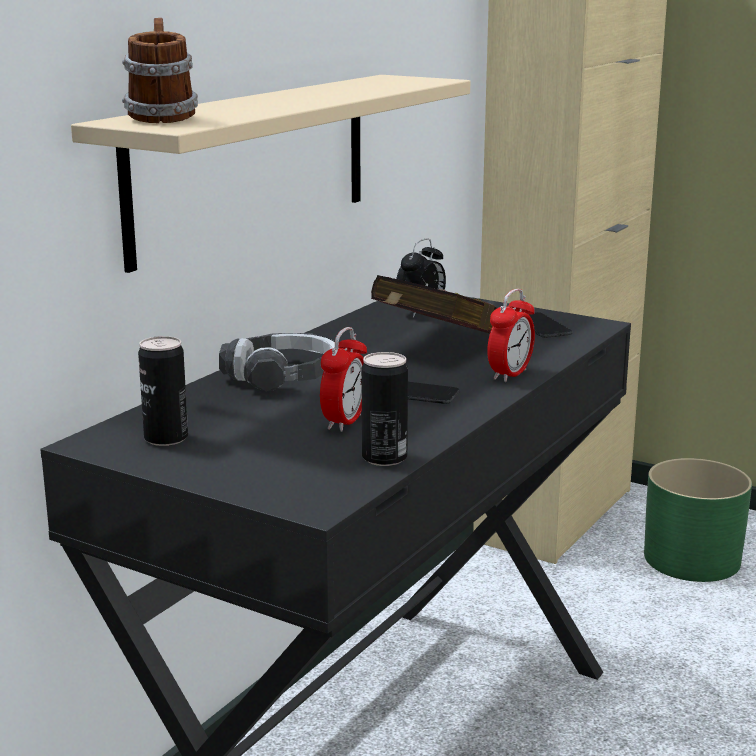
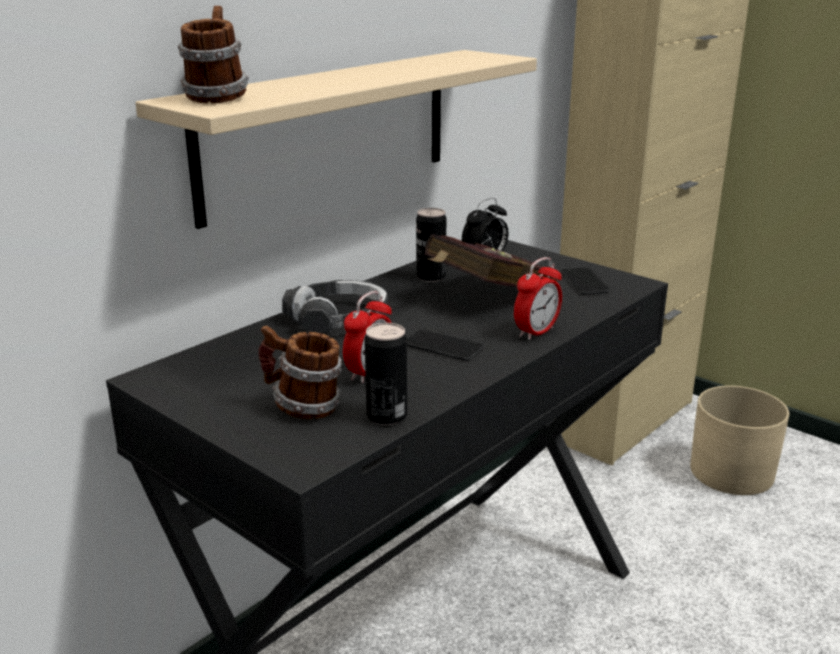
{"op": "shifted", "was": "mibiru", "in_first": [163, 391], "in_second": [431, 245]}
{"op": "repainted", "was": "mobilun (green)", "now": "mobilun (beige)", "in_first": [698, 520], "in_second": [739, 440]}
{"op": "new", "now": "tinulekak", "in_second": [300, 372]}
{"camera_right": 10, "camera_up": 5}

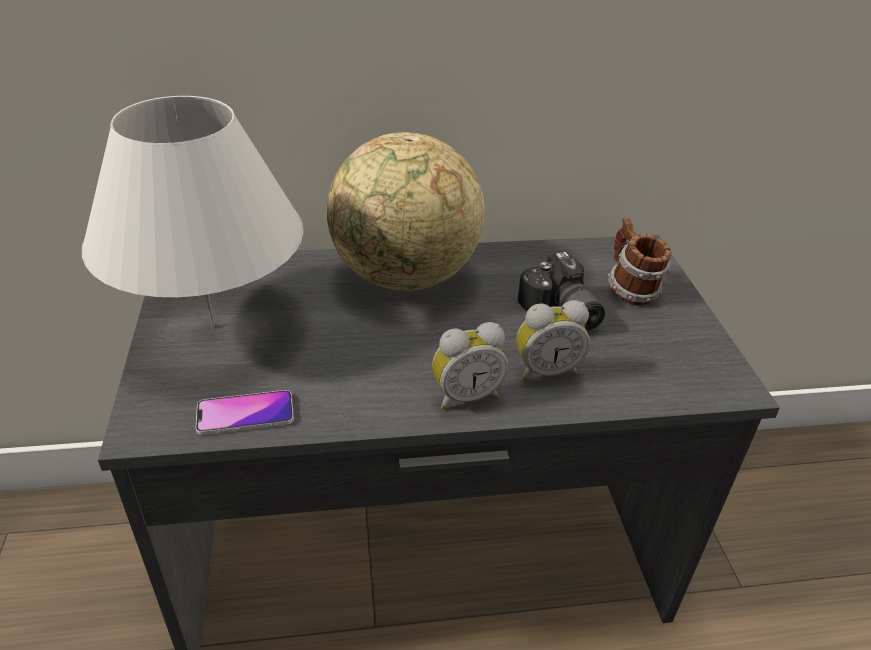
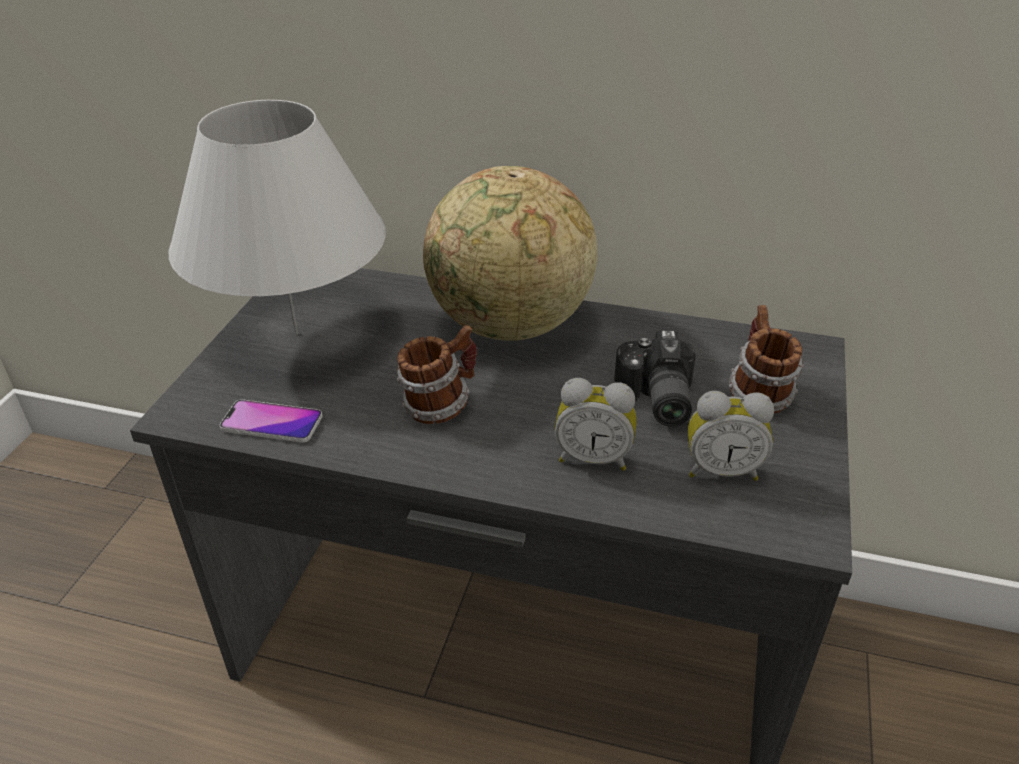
{"op": "shifted", "was": "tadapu", "in_first": [470, 366], "in_second": [731, 436]}
{"op": "new", "now": "tinulekak", "in_second": [437, 374]}
{"camera_right": 25, "camera_up": 0}

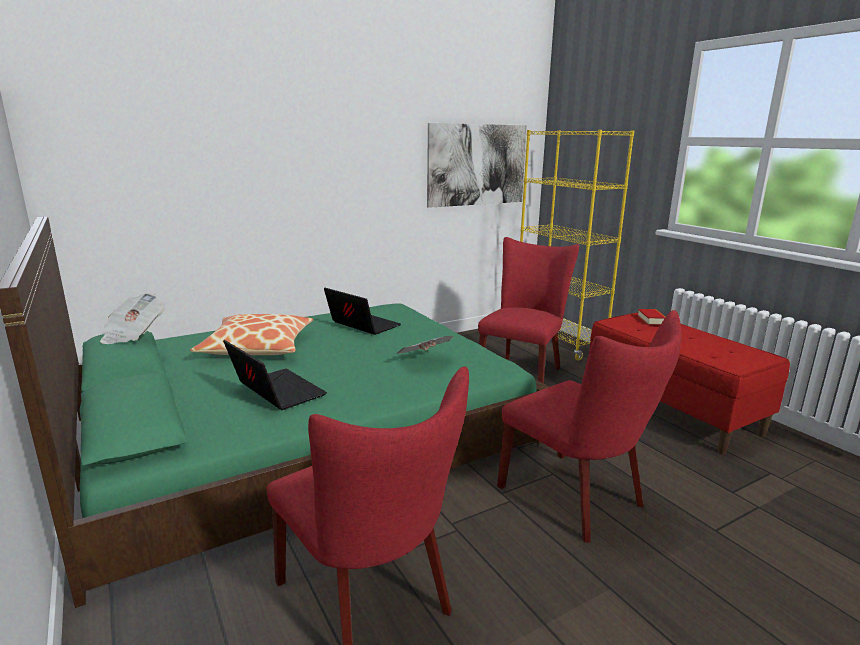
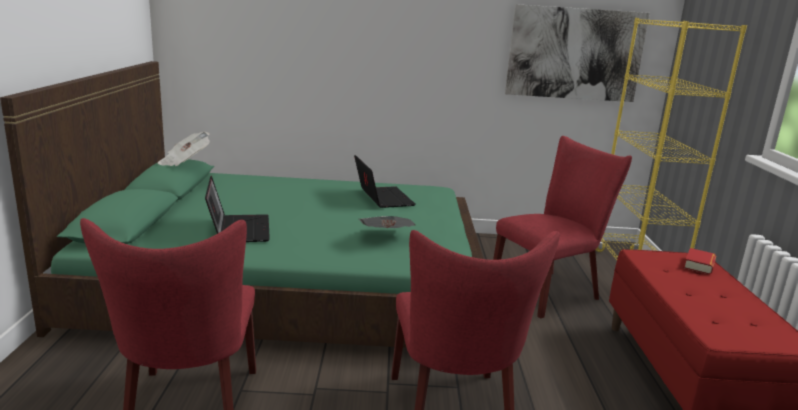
{"op": "gone", "was": "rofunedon", "in_first": [251, 334]}
{"camera_right": 30, "camera_up": 0}

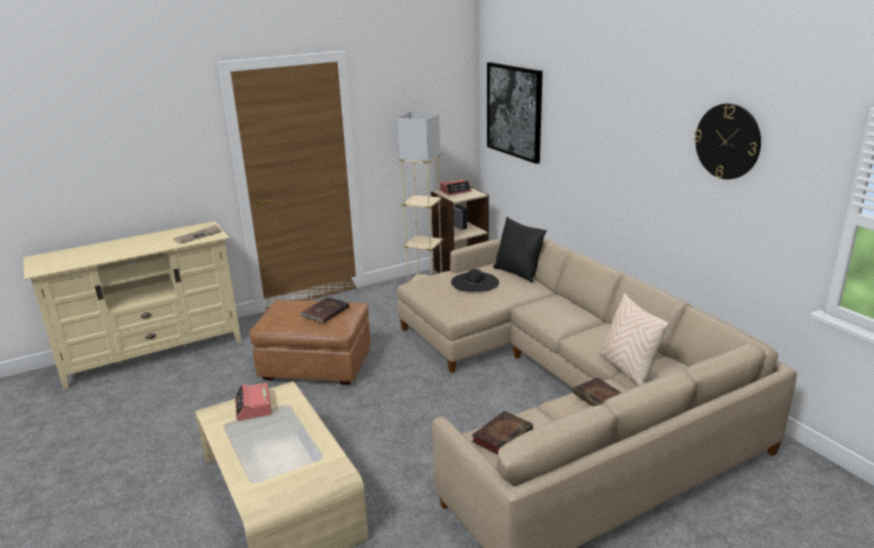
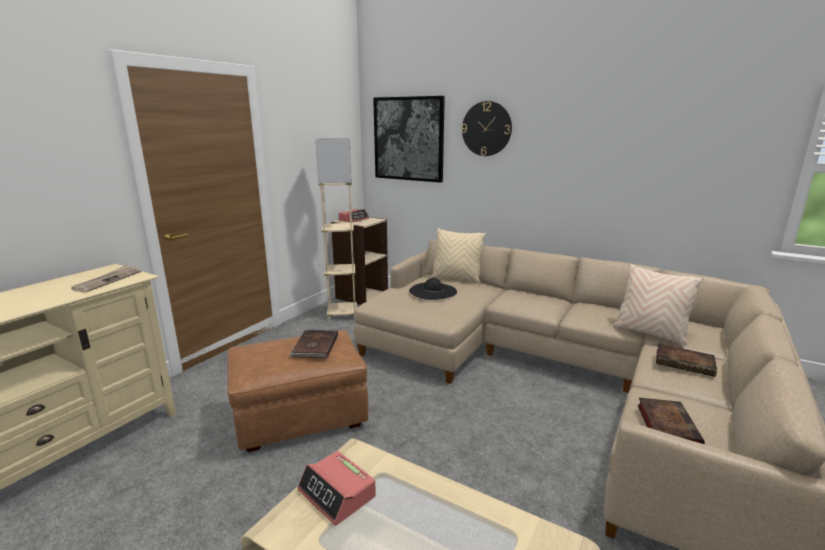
{"op": "shifted", "was": "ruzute", "in_first": [727, 141], "in_second": [487, 128]}
{"op": "repainted", "was": "rofunedon (black)", "now": "rofunedon (beige)", "in_first": [520, 249], "in_second": [458, 255]}
{"camera_right": -30, "camera_up": -5}

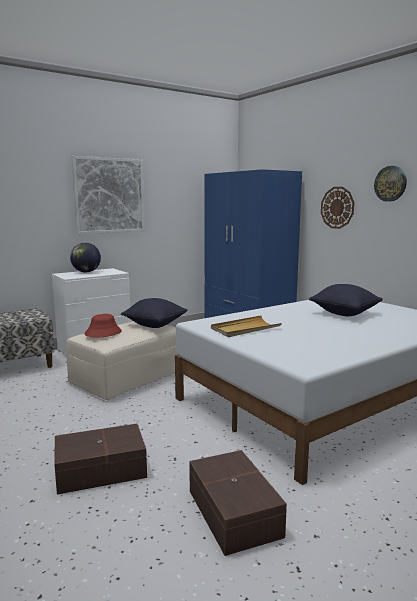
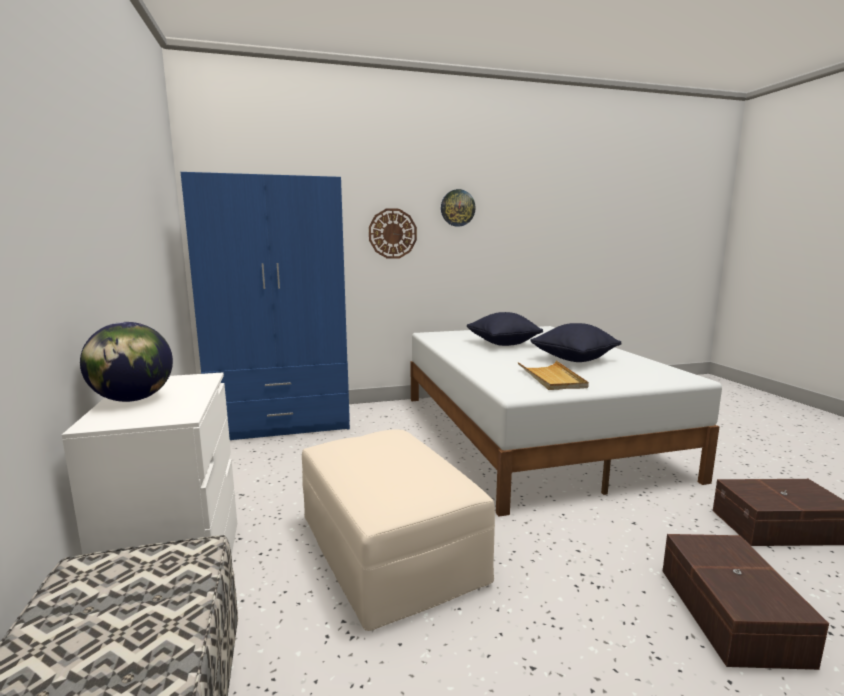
{"op": "gone", "was": "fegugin", "in_first": [108, 195]}
{"op": "shifted", "was": "rofunedon (black)", "in_first": [154, 313], "in_second": [576, 342]}
{"op": "gone", "was": "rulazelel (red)", "in_first": [103, 325]}
{"camera_right": -70, "camera_up": 0}

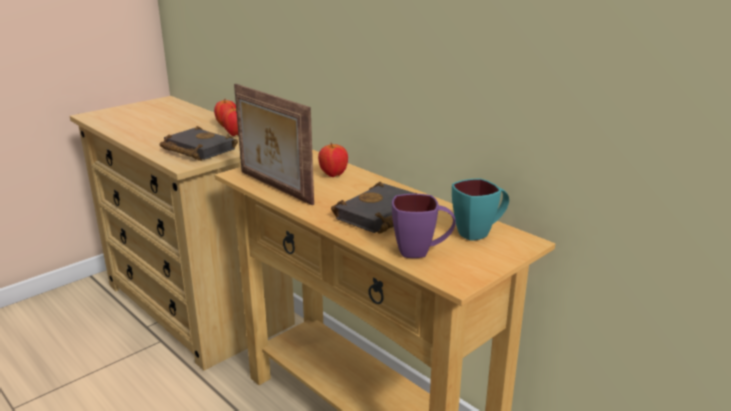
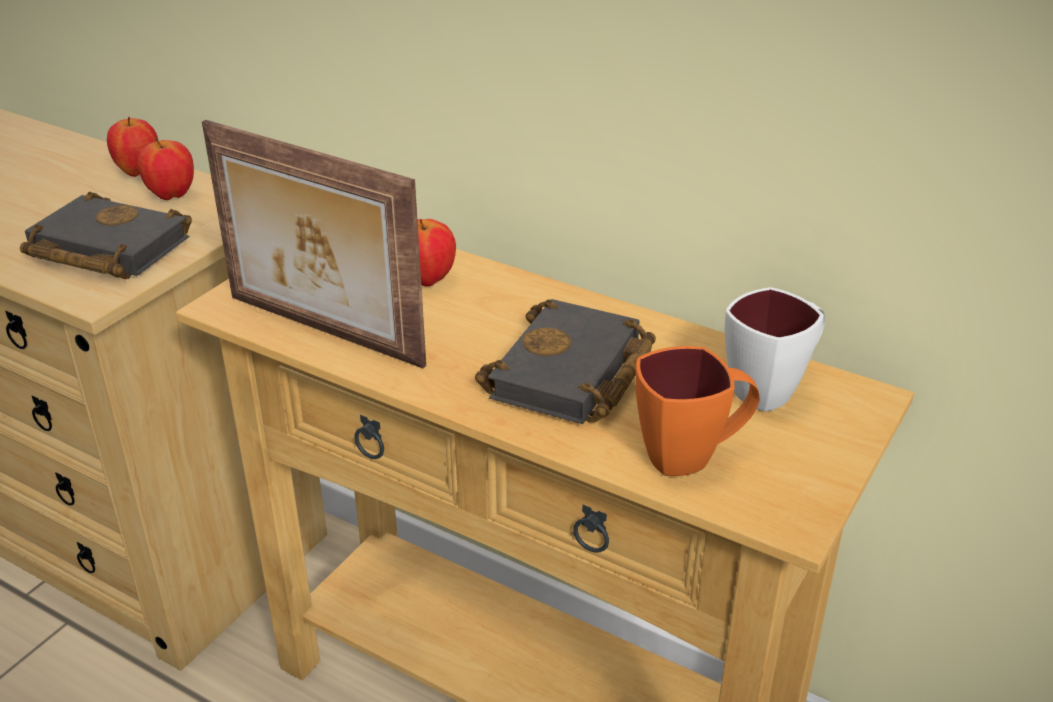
{"op": "repainted", "was": "tinulekak (turquoise)", "now": "tinulekak (white)", "in_first": [480, 210], "in_second": [775, 349]}
{"op": "repainted", "was": "tinulekak (purple)", "now": "tinulekak (orange)", "in_first": [424, 226], "in_second": [697, 411]}
{"camera_right": -15, "camera_up": 10}

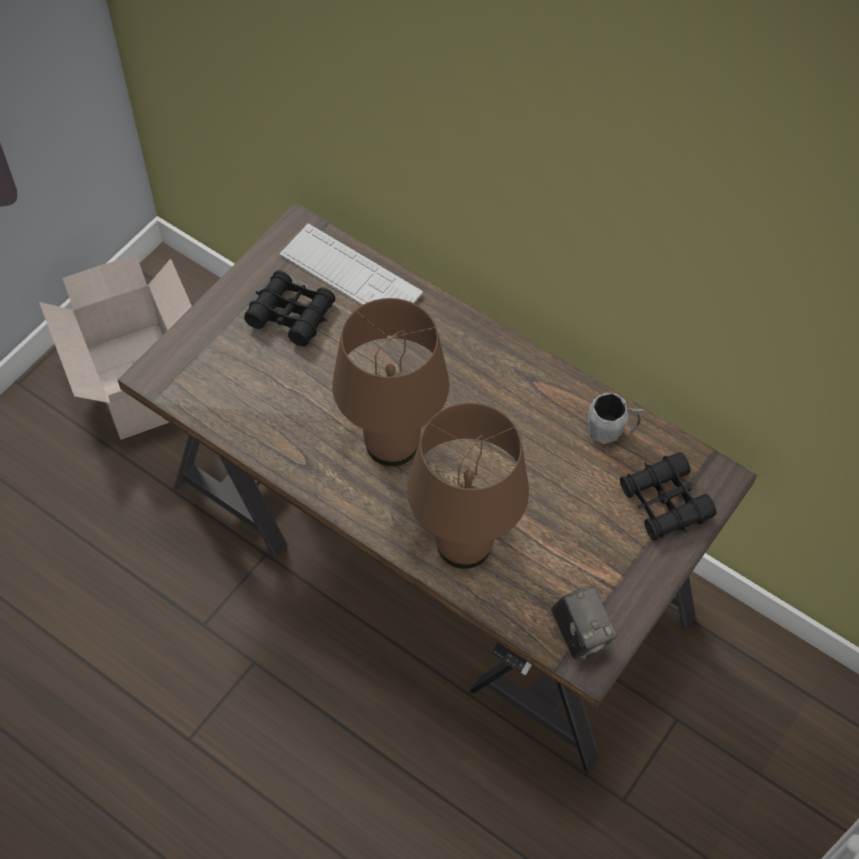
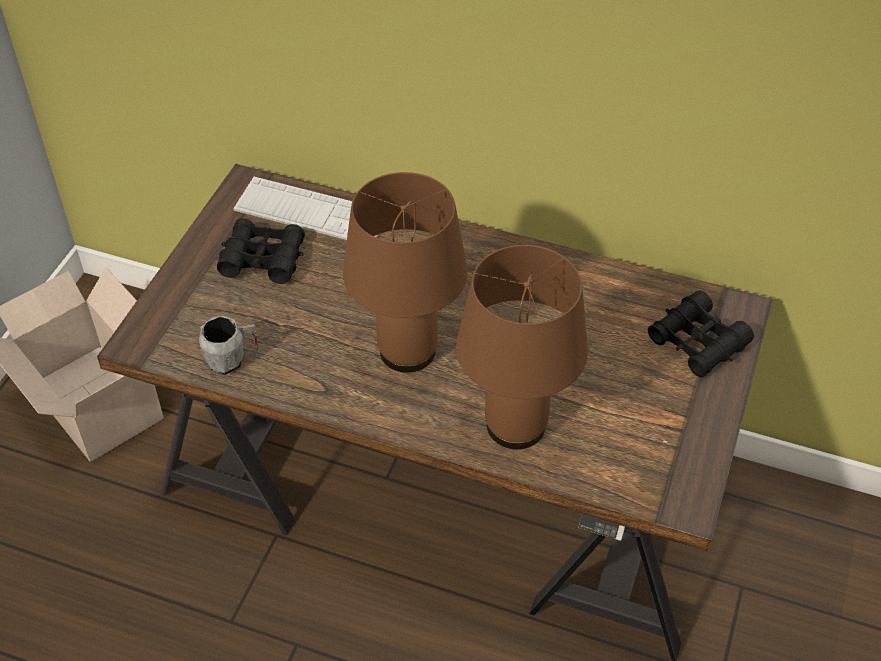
{"op": "shifted", "was": "tinulekak (grey)", "in_first": [615, 419], "in_second": [228, 345]}
{"op": "gone", "was": "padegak", "in_first": [584, 622]}
{"camera_right": -15, "camera_up": -10}

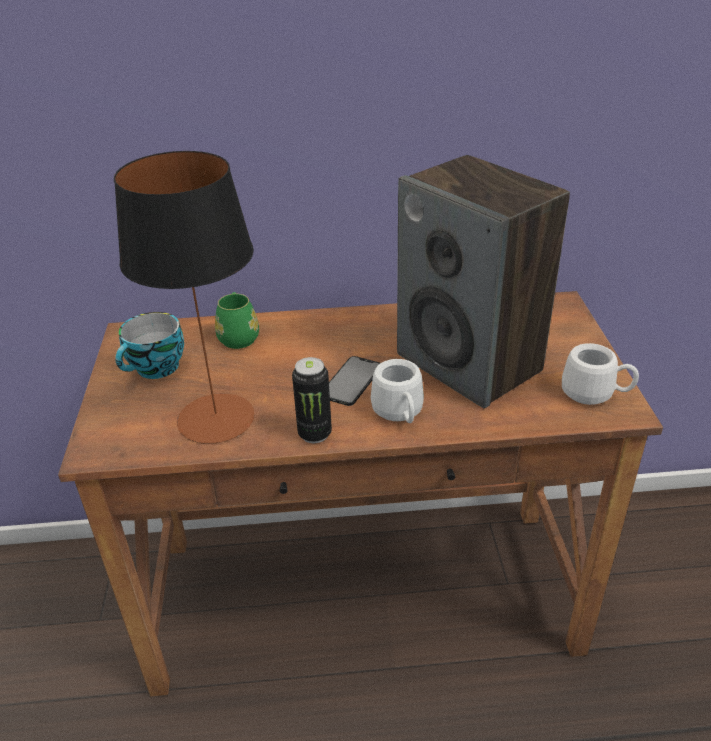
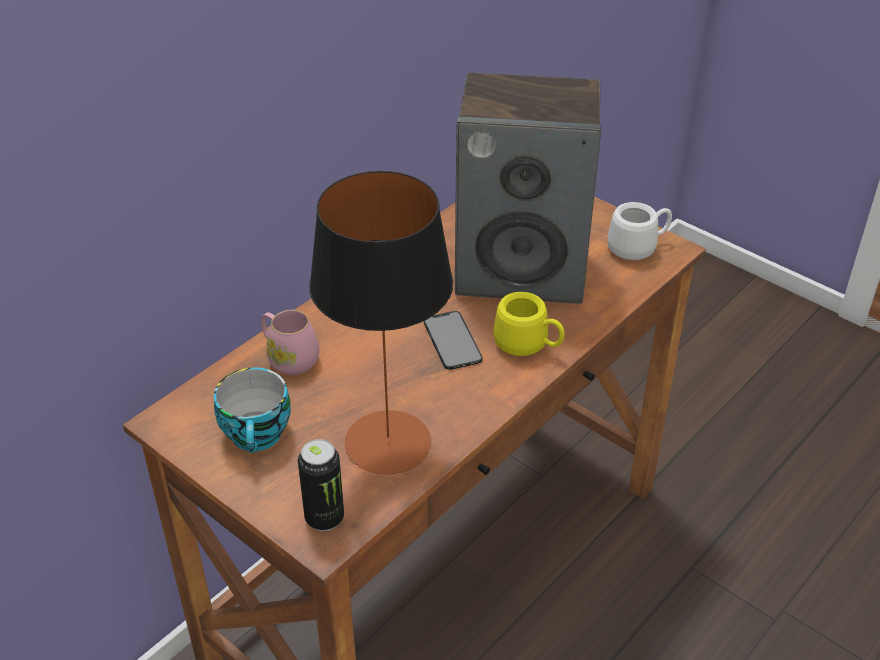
{"op": "repainted", "was": "tinulekak (green)", "now": "tinulekak (pink)", "in_first": [237, 320], "in_second": [290, 342]}
{"op": "shifted", "was": "mibiru", "in_first": [312, 400], "in_second": [321, 485]}
{"op": "repainted", "was": "tinulekak (white)", "now": "tinulekak (yellow)", "in_first": [397, 391], "in_second": [528, 324]}
{"camera_right": -45, "camera_up": 5}

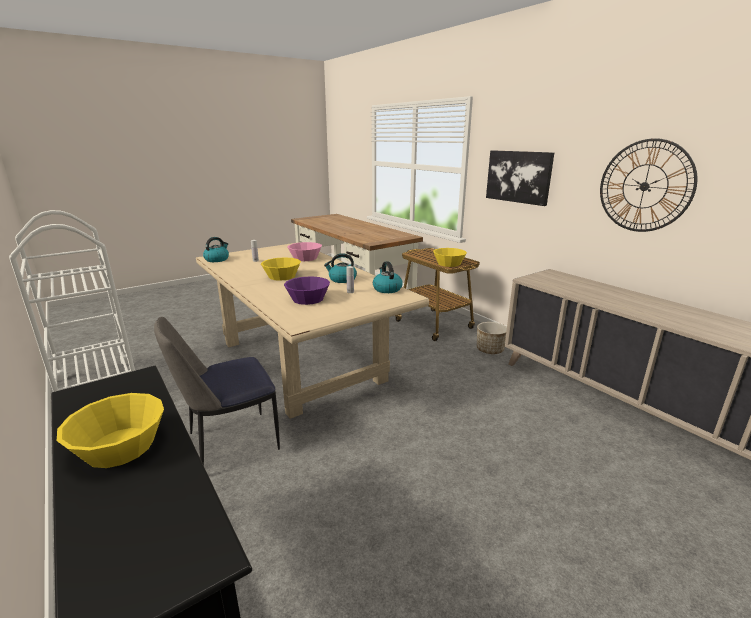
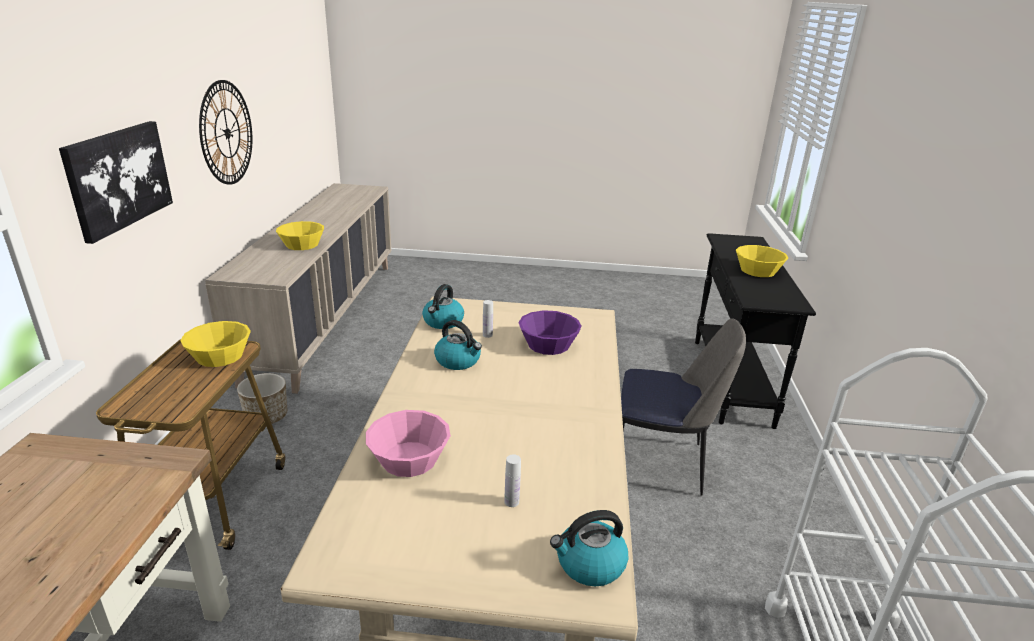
{"op": "shifted", "was": "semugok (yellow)", "in_first": [281, 269], "in_second": [300, 235]}
{"camera_right": -140, "camera_up": 5}

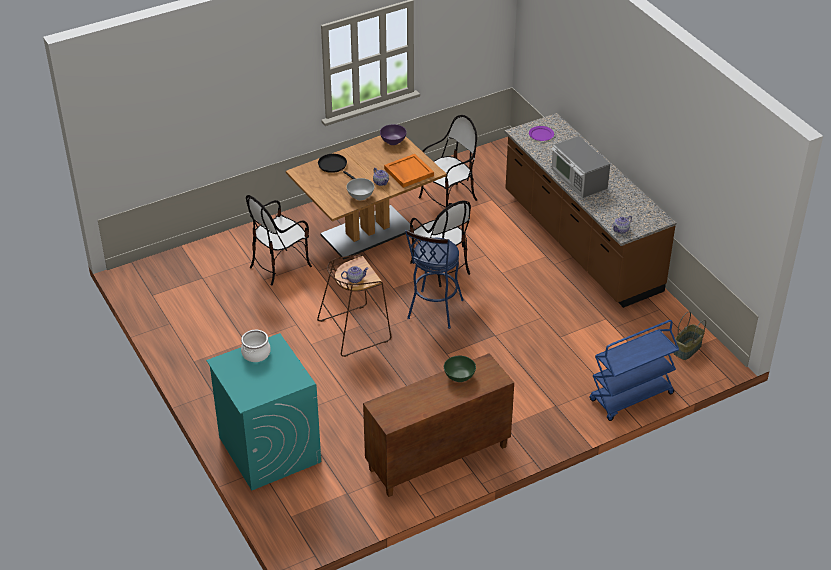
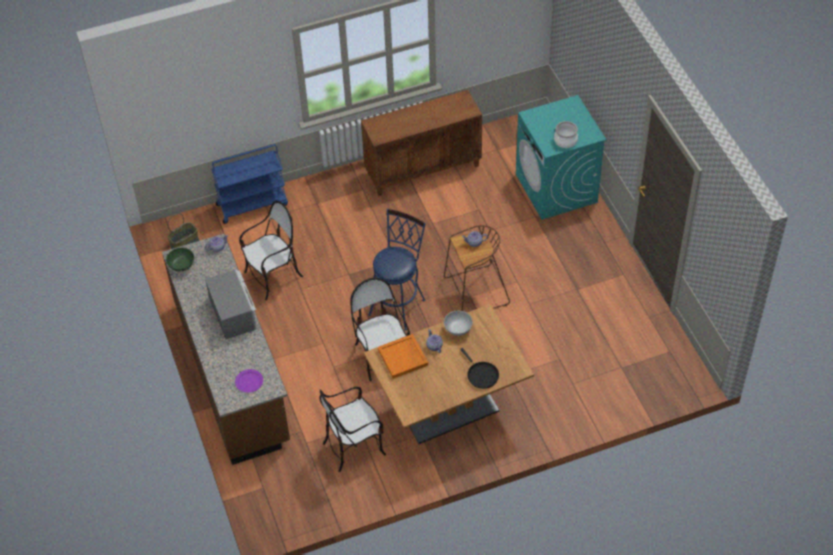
{"op": "gone", "was": "semugok (purple)", "in_first": [393, 134]}
{"op": "shifted", "was": "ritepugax", "in_first": [279, 240], "in_second": [271, 250]}
{"op": "shifted", "was": "semugok (green)", "in_first": [460, 369], "in_second": [180, 260]}
{"camera_right": -170, "camera_up": 10}

